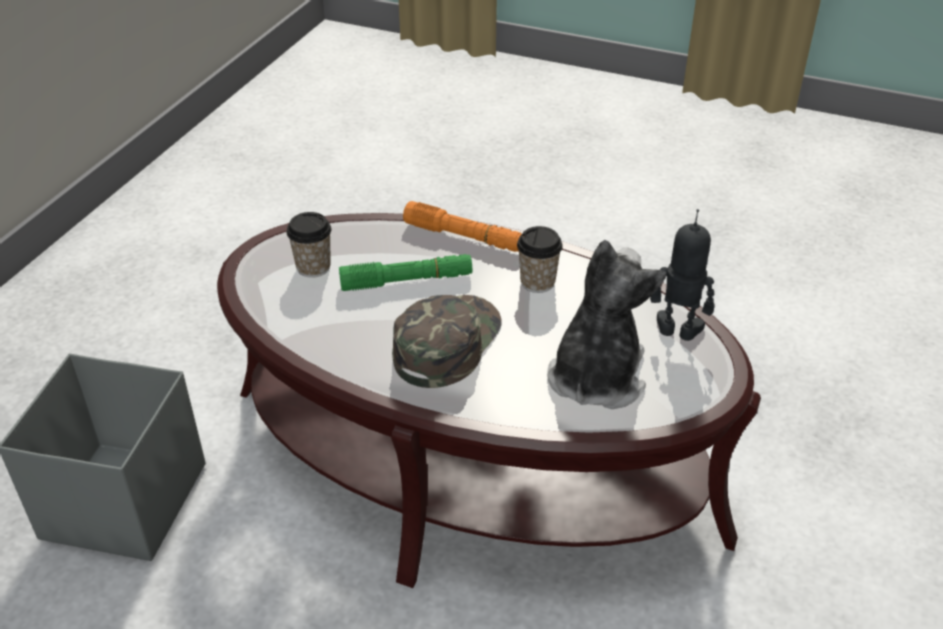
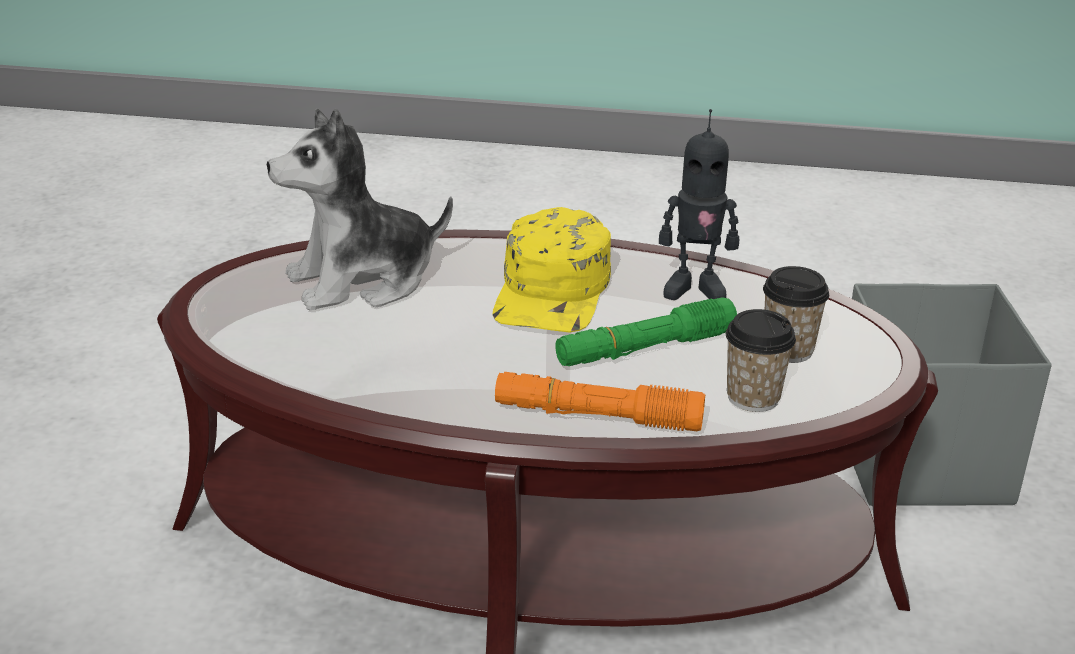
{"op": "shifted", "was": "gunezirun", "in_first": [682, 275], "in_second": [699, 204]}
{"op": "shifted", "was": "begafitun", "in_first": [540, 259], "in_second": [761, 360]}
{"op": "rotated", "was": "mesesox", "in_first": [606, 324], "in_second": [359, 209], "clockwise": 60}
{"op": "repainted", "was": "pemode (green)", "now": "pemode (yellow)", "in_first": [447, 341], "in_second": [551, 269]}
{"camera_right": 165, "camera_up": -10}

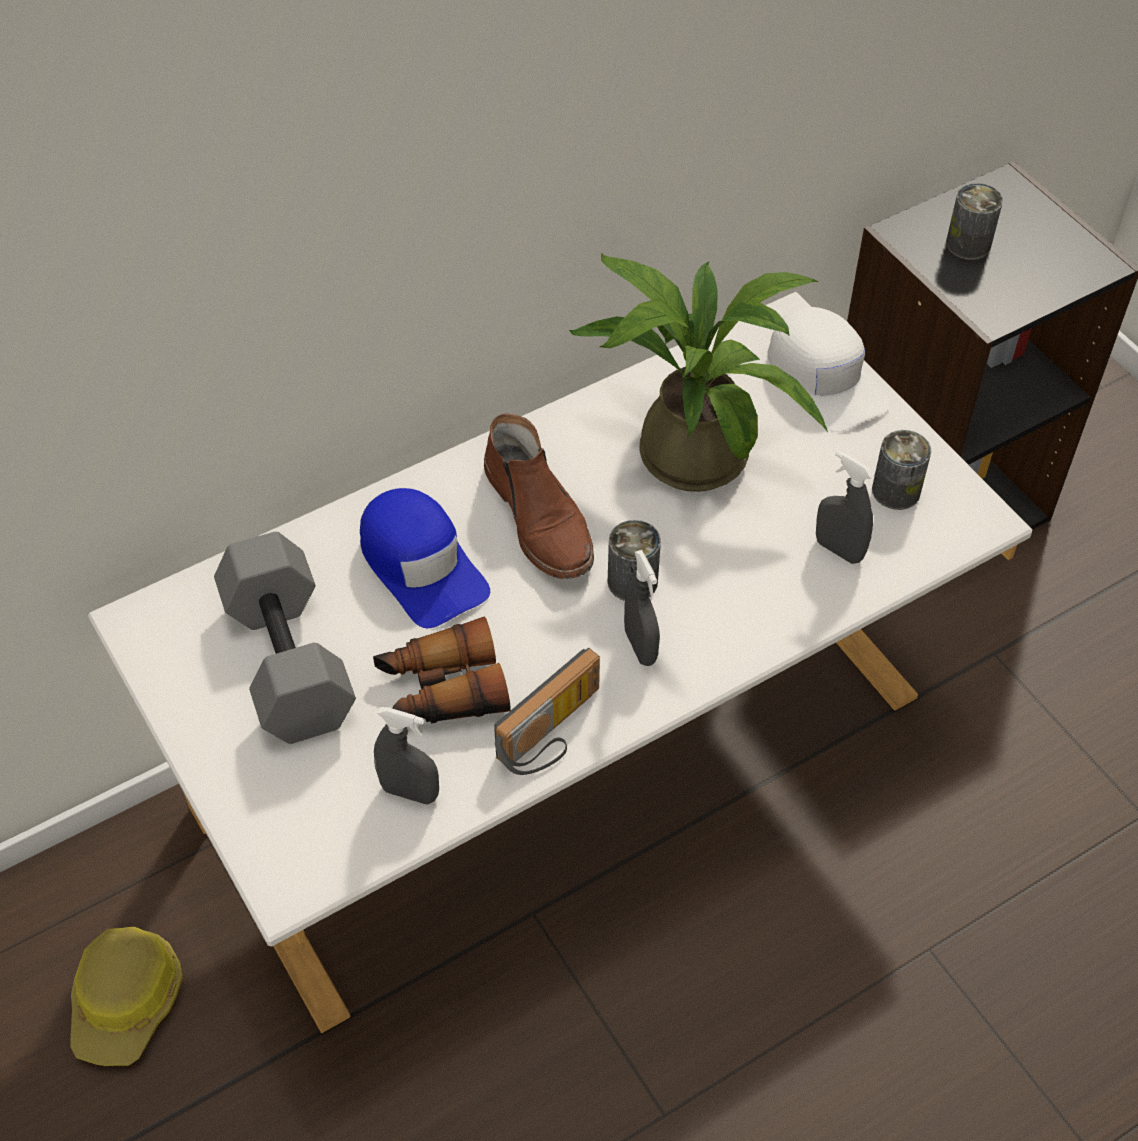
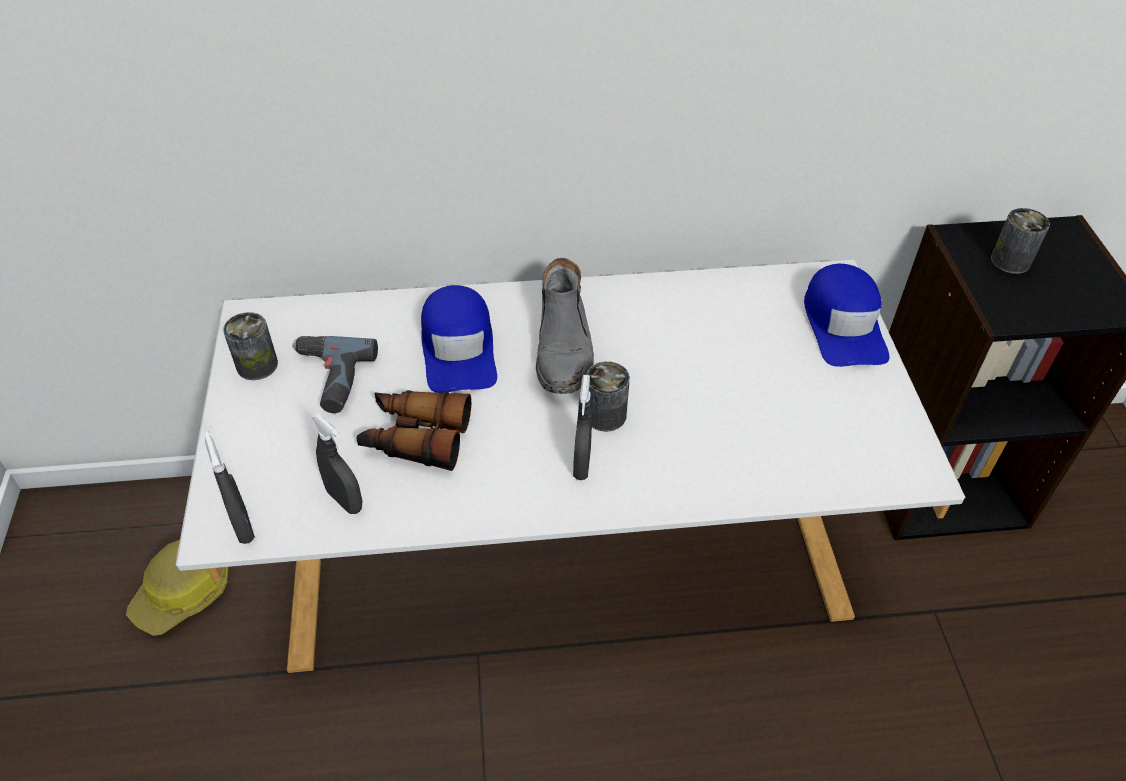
{"op": "gone", "was": "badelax", "in_first": [698, 372]}
{"op": "repainted", "was": "pemode (white)", "now": "pemode (blue)", "in_first": [829, 369], "in_second": [846, 315]}
{"op": "repainted", "was": "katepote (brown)", "now": "katepote (grey)", "in_first": [539, 496], "in_second": [565, 326]}
{"op": "shifted", "was": "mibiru", "in_first": [901, 470], "in_second": [250, 346]}
{"op": "shifted", "was": "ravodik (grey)", "in_first": [845, 507], "in_second": [229, 487]}
{"op": "swapped", "was": "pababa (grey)", "now": "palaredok", "in_first": [285, 638], "in_second": [335, 374]}
{"op": "gone", "was": "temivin", "in_first": [547, 711]}
{"camera_right": 25, "camera_up": -5}

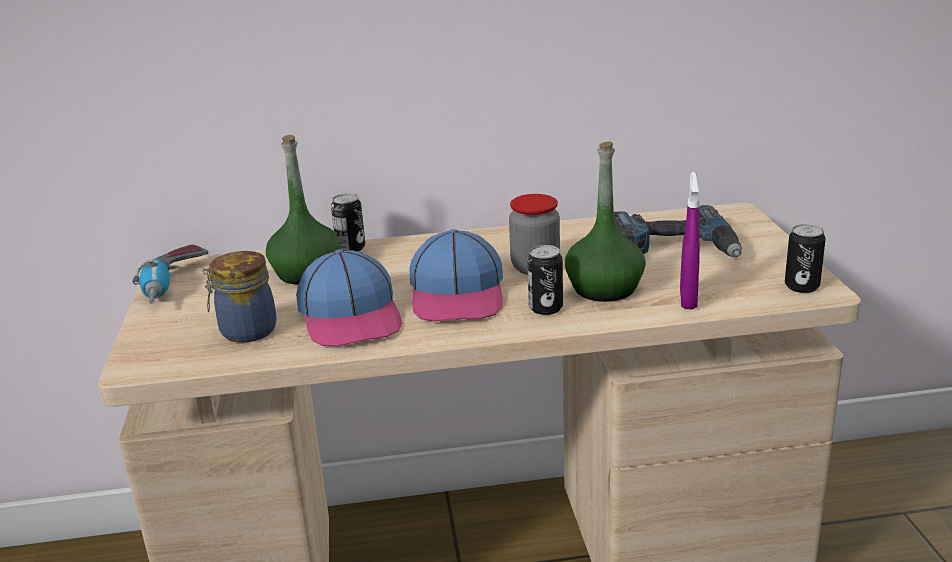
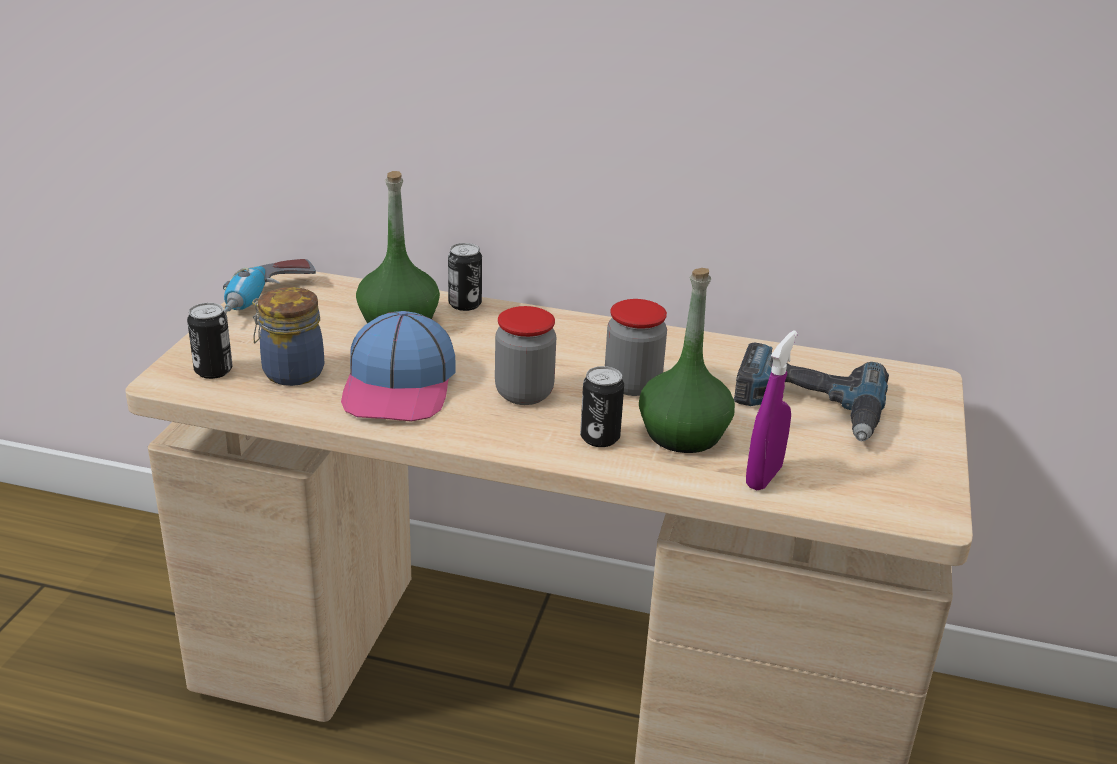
{"op": "shifted", "was": "mibiru", "in_first": [805, 258], "in_second": [210, 341]}
{"op": "swapped", "was": "pemode", "now": "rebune", "in_first": [456, 275], "in_second": [525, 355]}
{"camera_right": 20, "camera_up": 5}

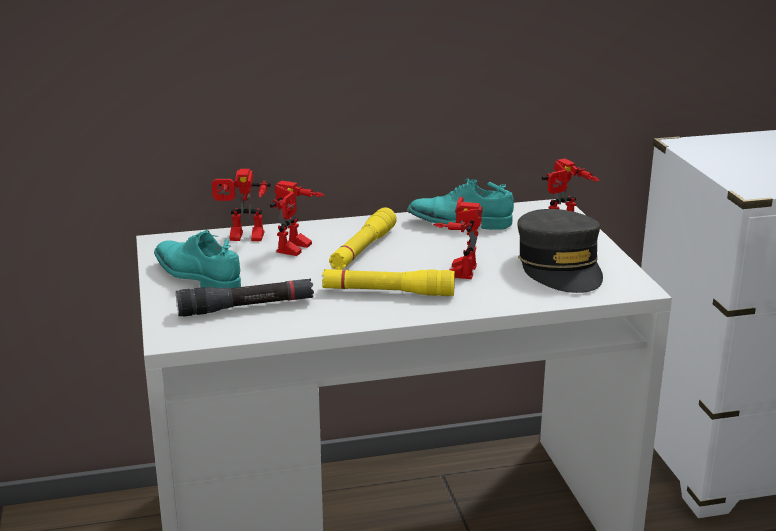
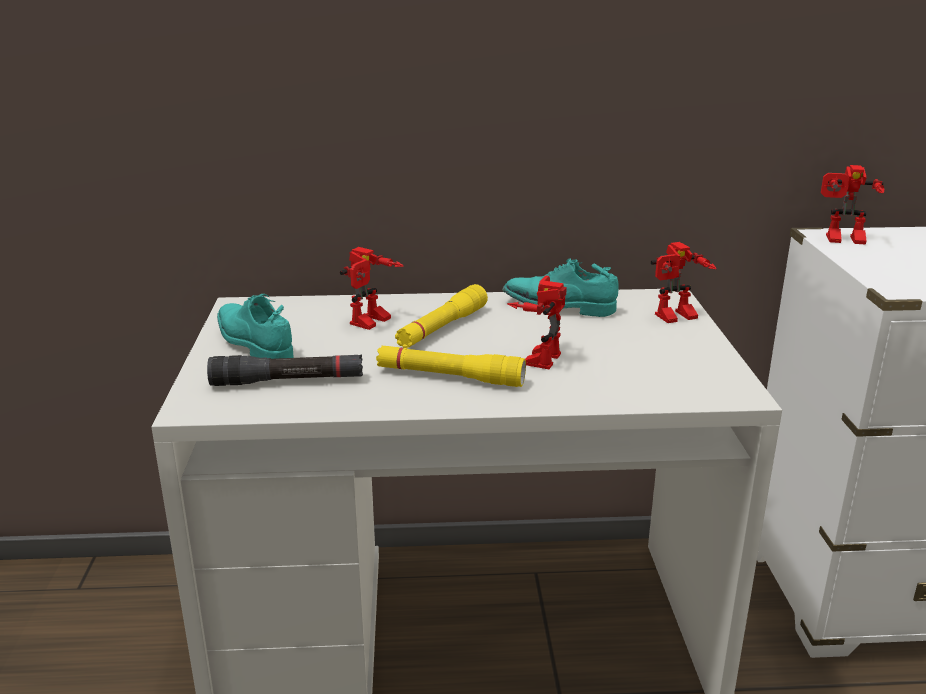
{"op": "shifted", "was": "gunezirun", "in_first": [241, 205], "in_second": [852, 205]}
{"op": "gone", "was": "pemode (grey)", "in_first": [560, 251]}
{"camera_right": 10, "camera_up": 0}

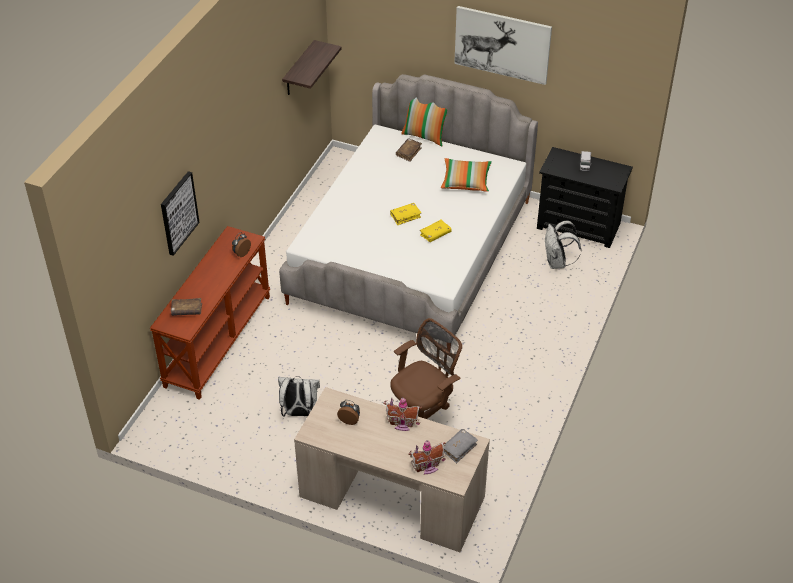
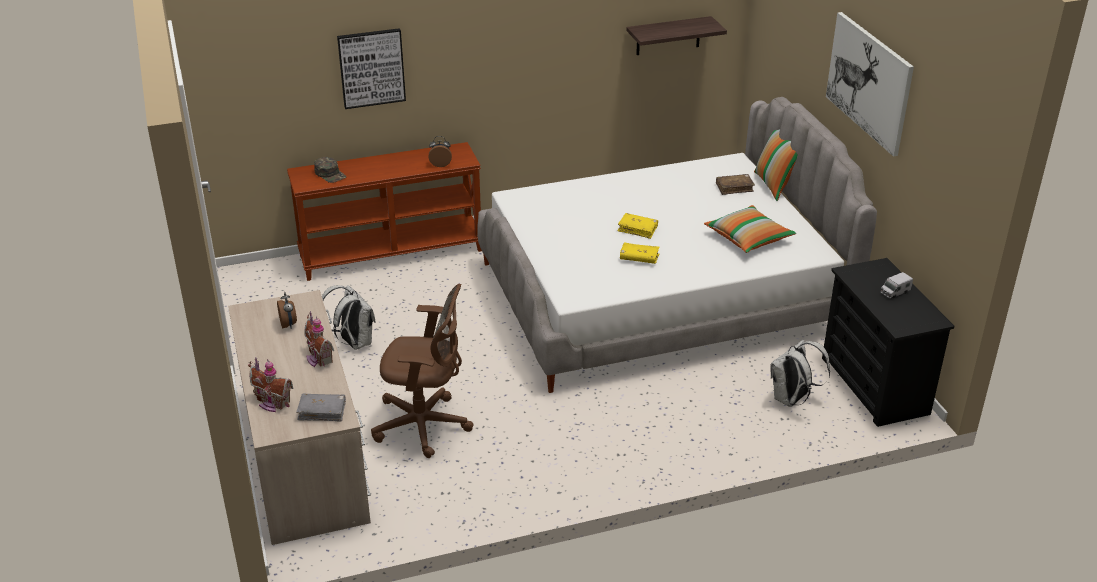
{"op": "swapped", "was": "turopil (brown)", "now": "pemode (green)", "in_first": [186, 307], "in_second": [330, 170]}
{"camera_right": 50, "camera_up": -10}

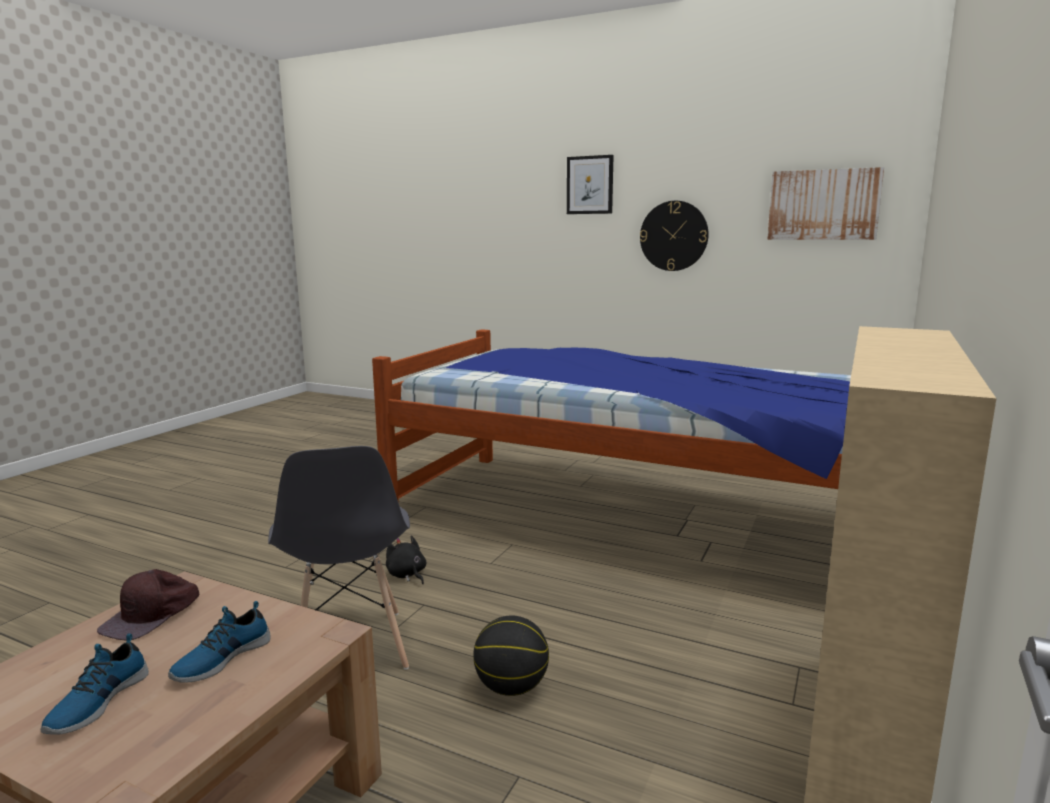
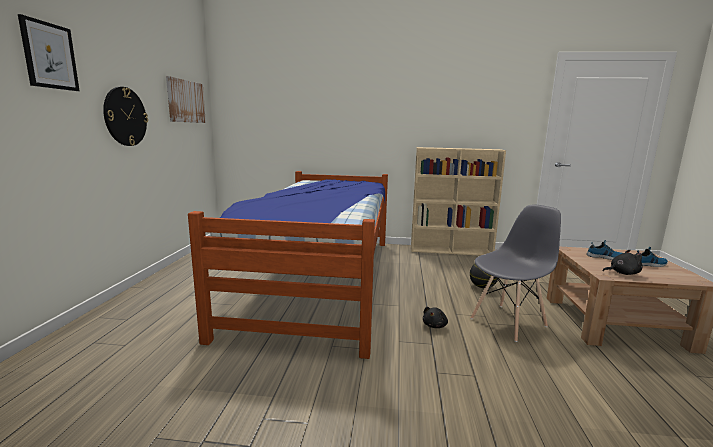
{"op": "swapped", "was": "pemode (brown)", "now": "mesesox (black)", "in_first": [148, 604], "in_second": [623, 262]}
{"camera_right": -110, "camera_up": 0}

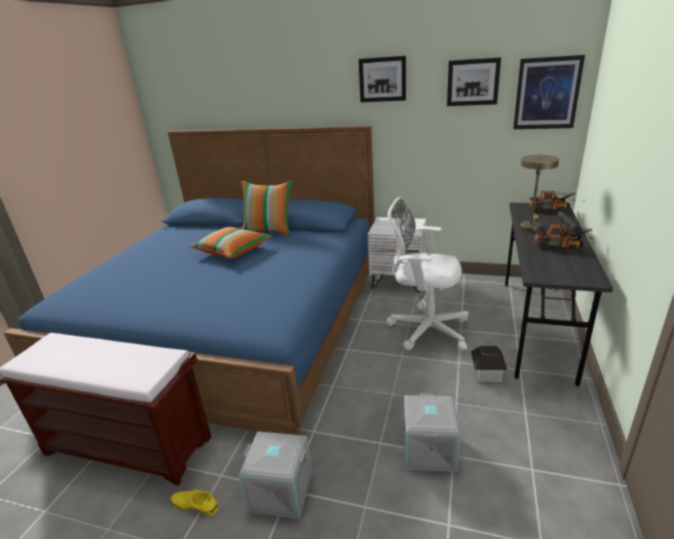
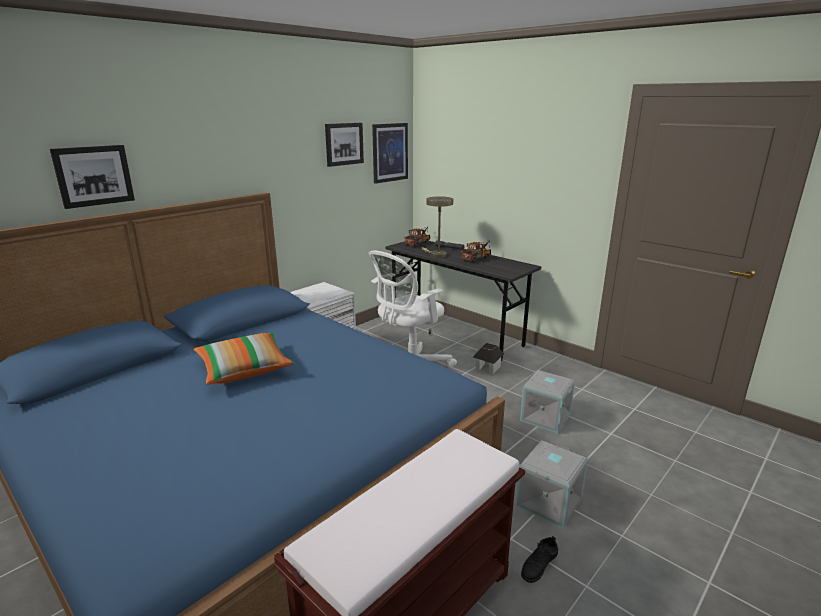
{"op": "shifted", "was": "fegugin", "in_first": [382, 79], "in_second": [92, 177]}
{"op": "gone", "was": "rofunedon", "in_first": [267, 208]}
{"op": "repainted", "was": "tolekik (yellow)", "now": "tolekik (black)", "in_first": [194, 502], "in_second": [539, 559]}
{"camera_right": -65, "camera_up": -5}

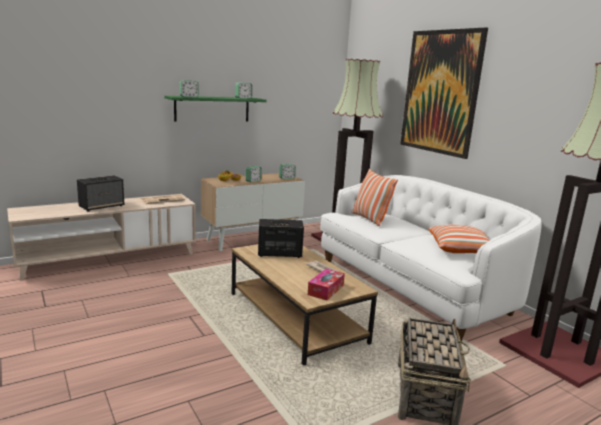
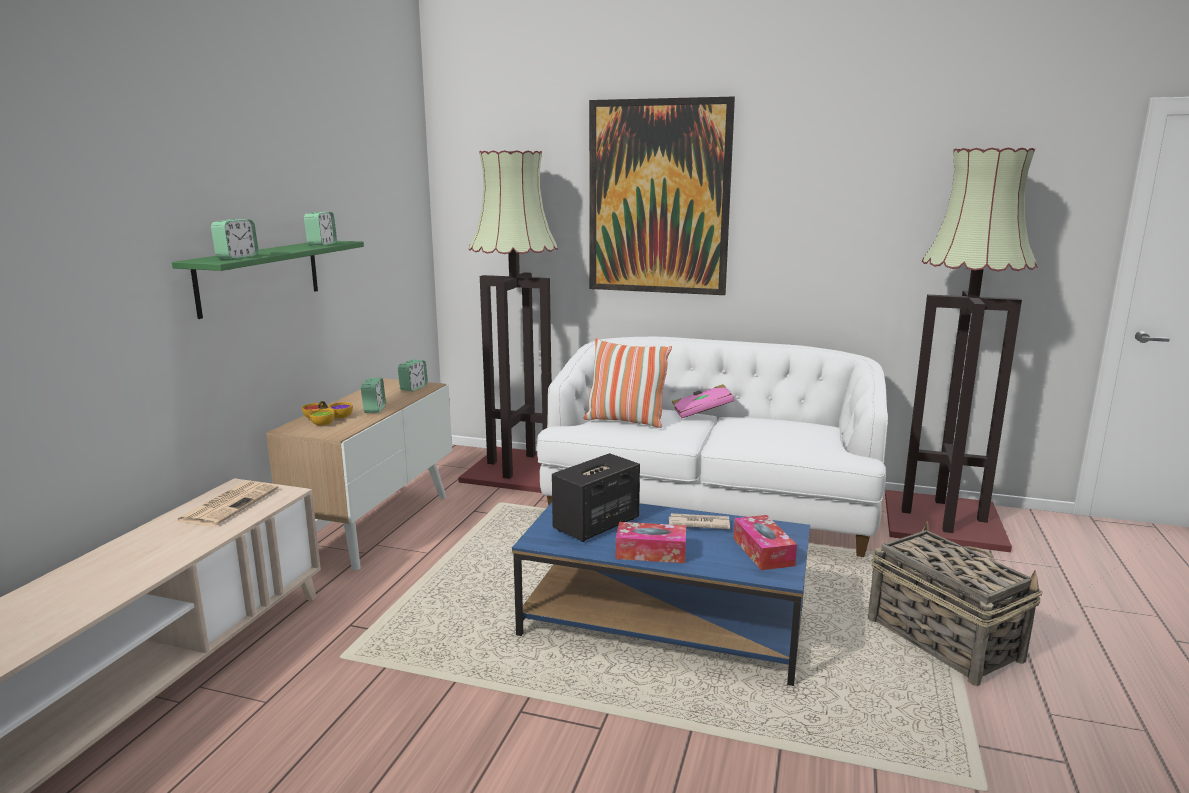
{"op": "gone", "was": "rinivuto", "in_first": [100, 193]}
{"op": "gone", "was": "rofunedon", "in_first": [459, 239]}
{"op": "repainted", "was": "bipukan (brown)", "now": "bipukan (blue)", "in_first": [305, 305], "in_second": [661, 594]}
{"op": "new", "now": "turopil (pink)", "in_second": [703, 401]}
{"op": "new", "now": "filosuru", "in_second": [651, 542]}
{"camera_right": -40, "camera_up": 0}

